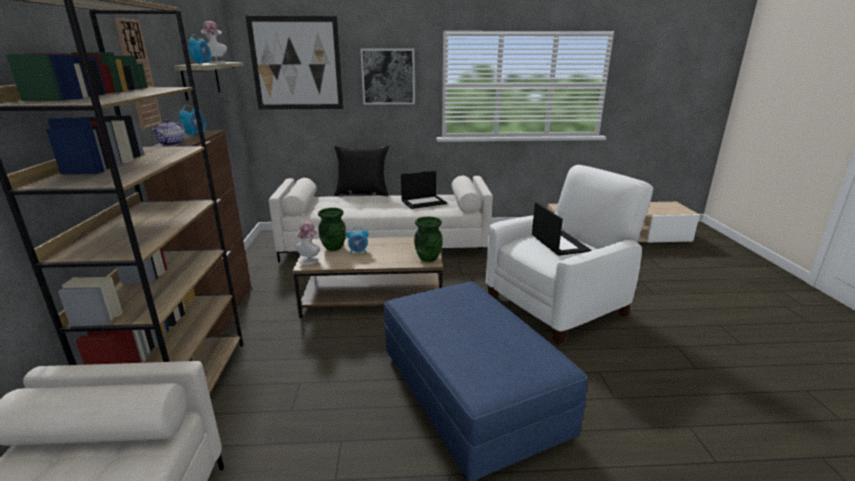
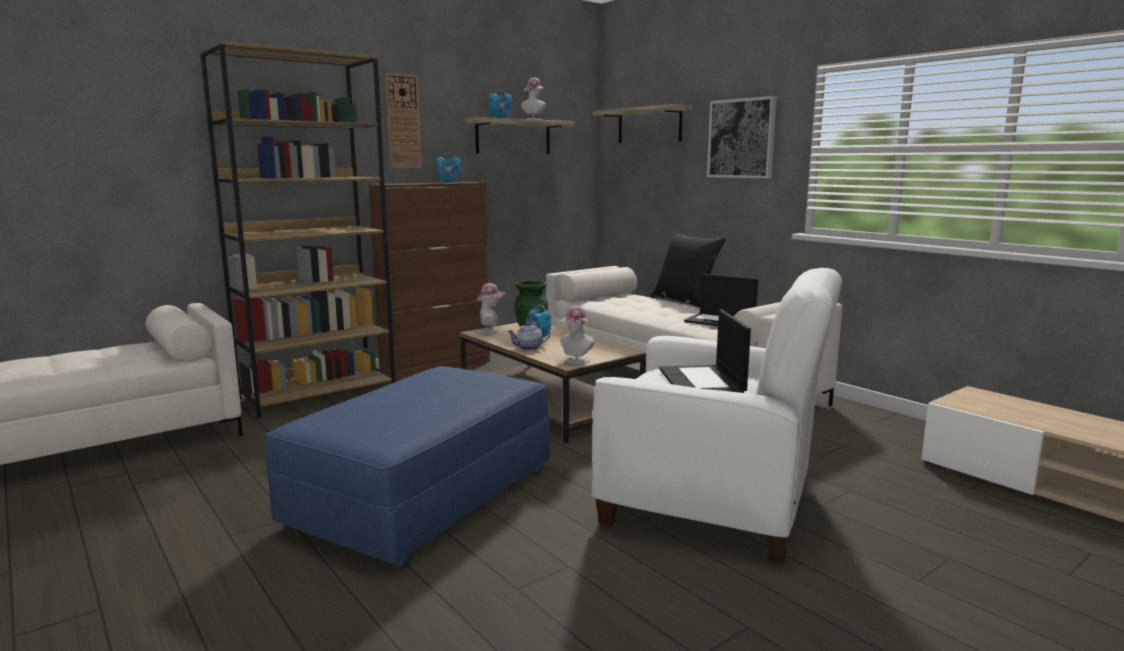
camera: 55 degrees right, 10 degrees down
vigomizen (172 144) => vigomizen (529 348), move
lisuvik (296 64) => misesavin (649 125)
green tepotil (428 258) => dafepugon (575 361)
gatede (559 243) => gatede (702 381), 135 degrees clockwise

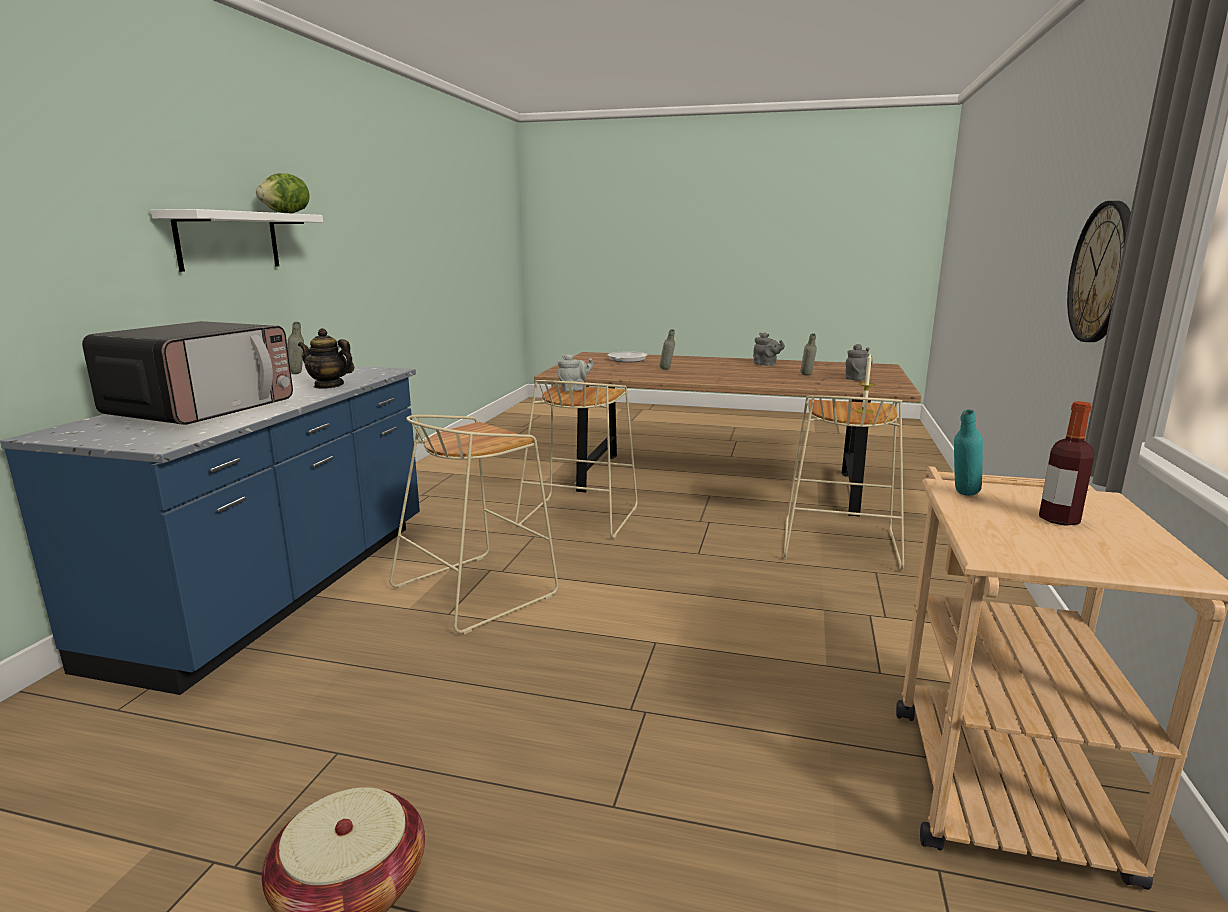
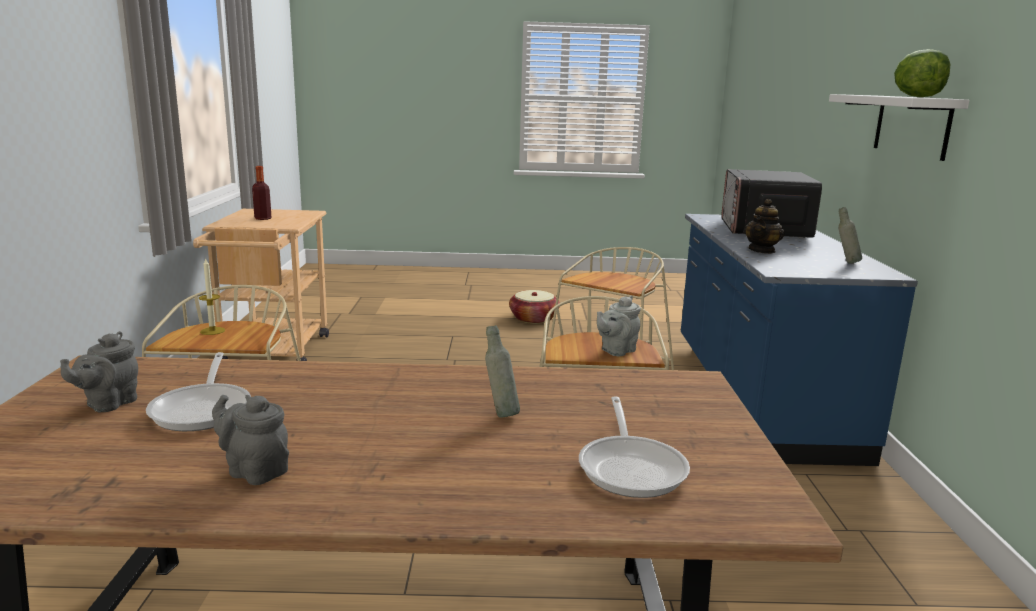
camera: 165 degrees right, 0 degrees up
vigomizen (328 386) => vigomizen (762 250), 120 degrees clockwise
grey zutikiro (807 375) => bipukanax (204 409)
turquoise zutikiro (962 496) => nothing
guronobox (1102 273) => nothing

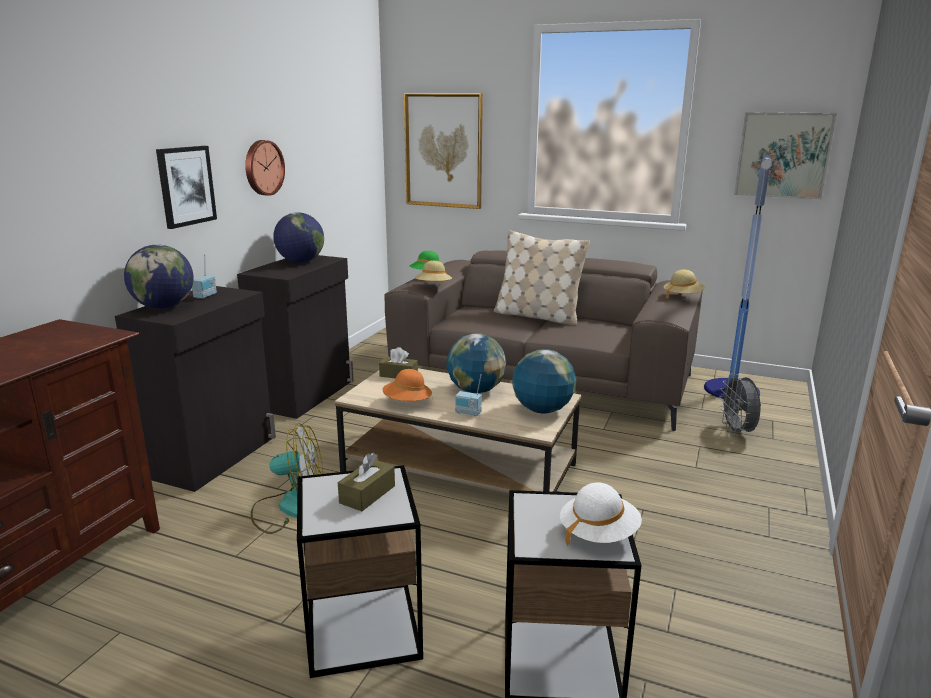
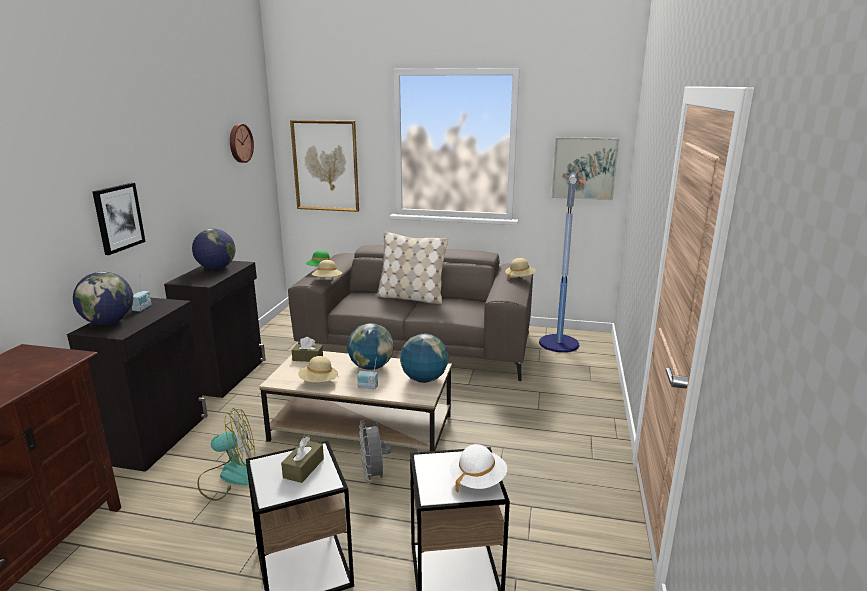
camera: 10 degrees left, 0 degrees up
guronobox (263 167) => guronobox (239 143), move
orange dafepugon (407 402) => beige dafepugon (318 382)
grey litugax (737 432) => grey litugax (374 476), move

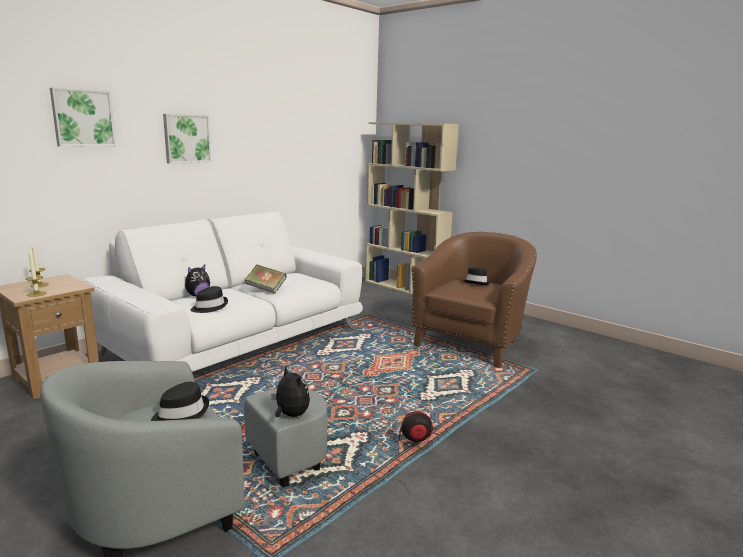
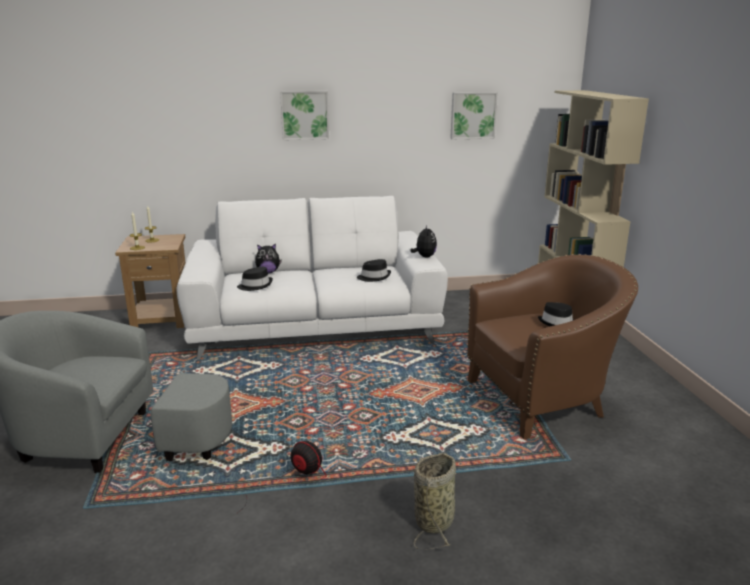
camera: 40 degrees right, 5 degrees up
lisuvik (83 118) => lisuvik (473 115), move
black dafepugon (181 414) => black dafepugon (374 277), move
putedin (266 289) => nothing
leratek (290 415) => leratek (424 256), move
nothing => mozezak (435 520)

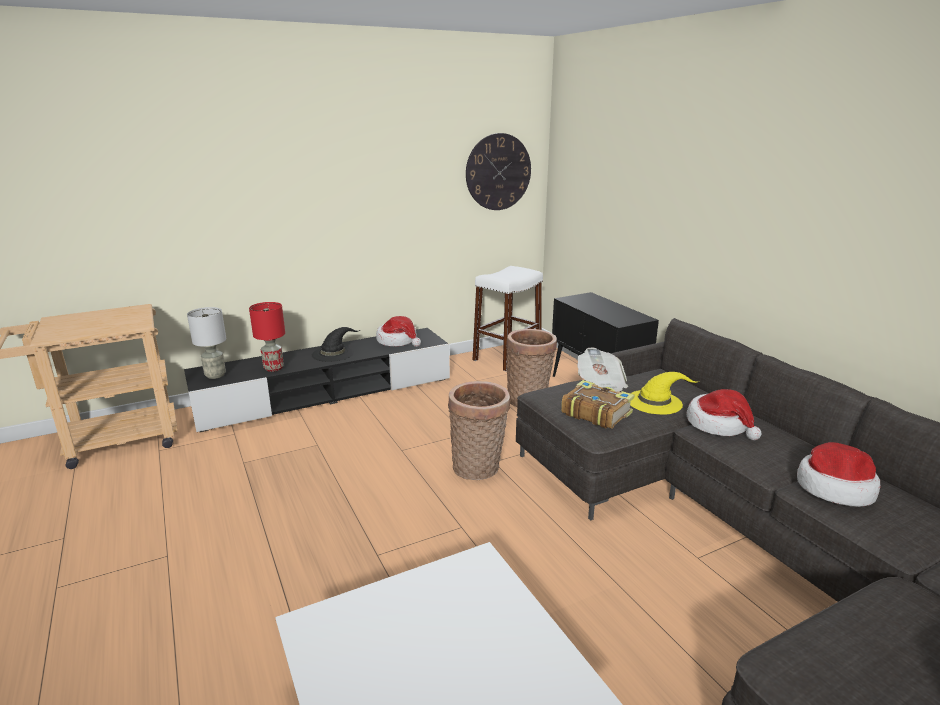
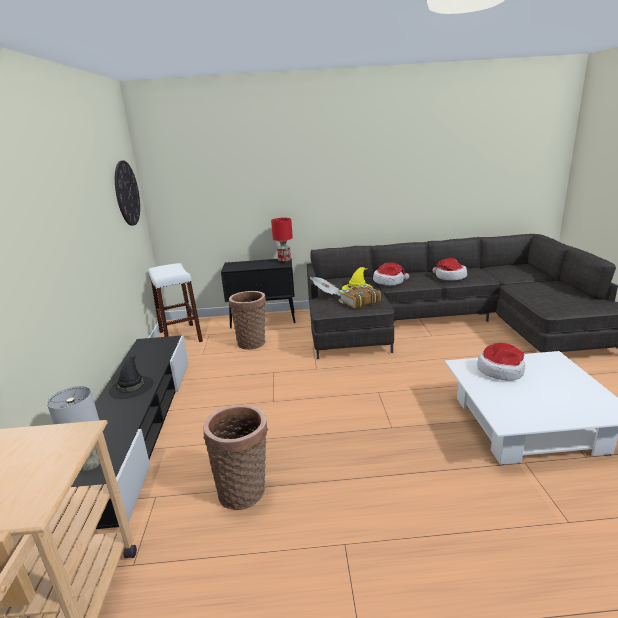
camera: 65 degrees left, 0 degrees up
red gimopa (273 368) => red gimopa (284 261), move
dafepugon (398 341) => dafepugon (501 370), move
mozezak (479 468) => mozezak (244 490), move

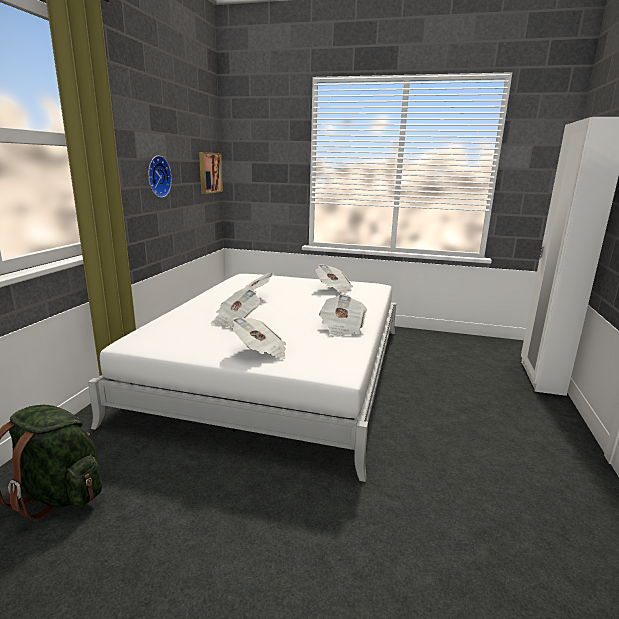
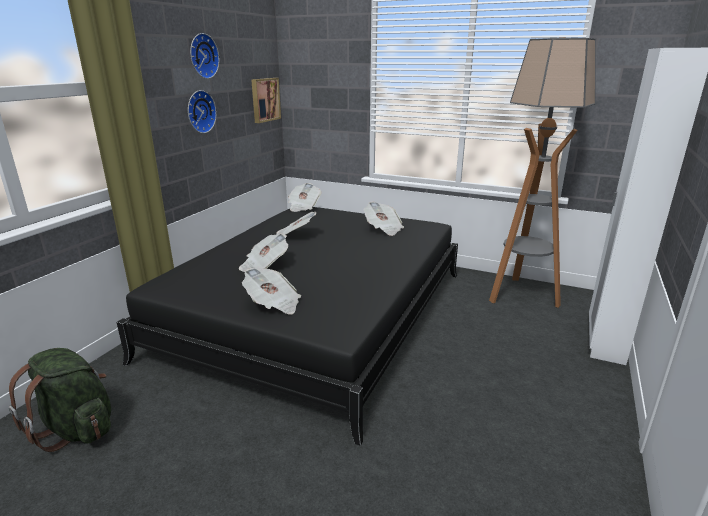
camera: 10 degrees right, 5 degrees up
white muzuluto (278 370) => black muzuluto (317 313)
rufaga (341 328) => rufaga (303 207), move
nothing => guronobox (202 56)
nothing => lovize (521 295)

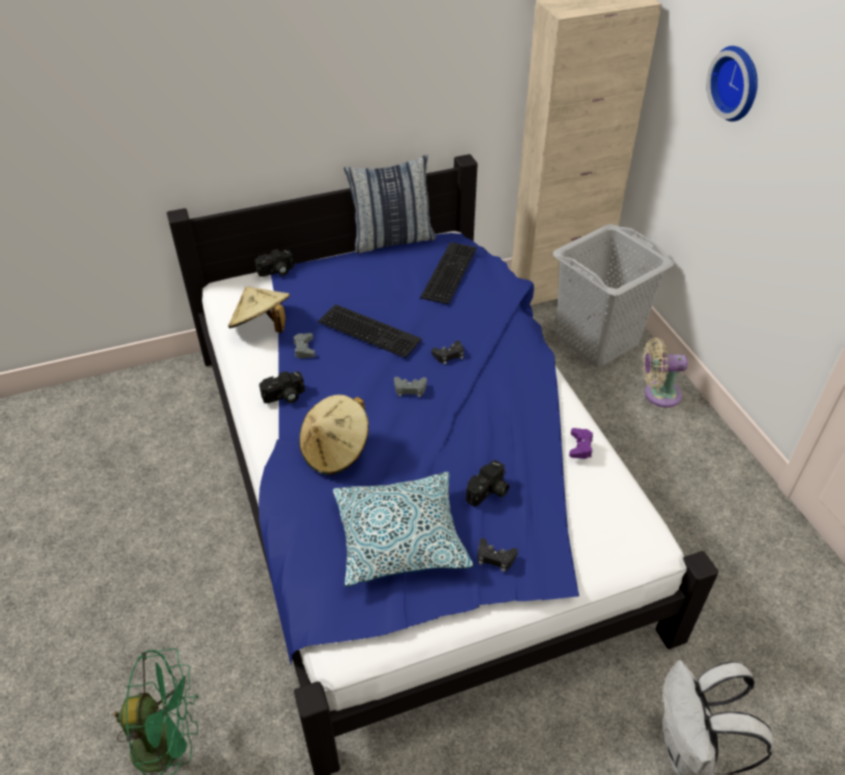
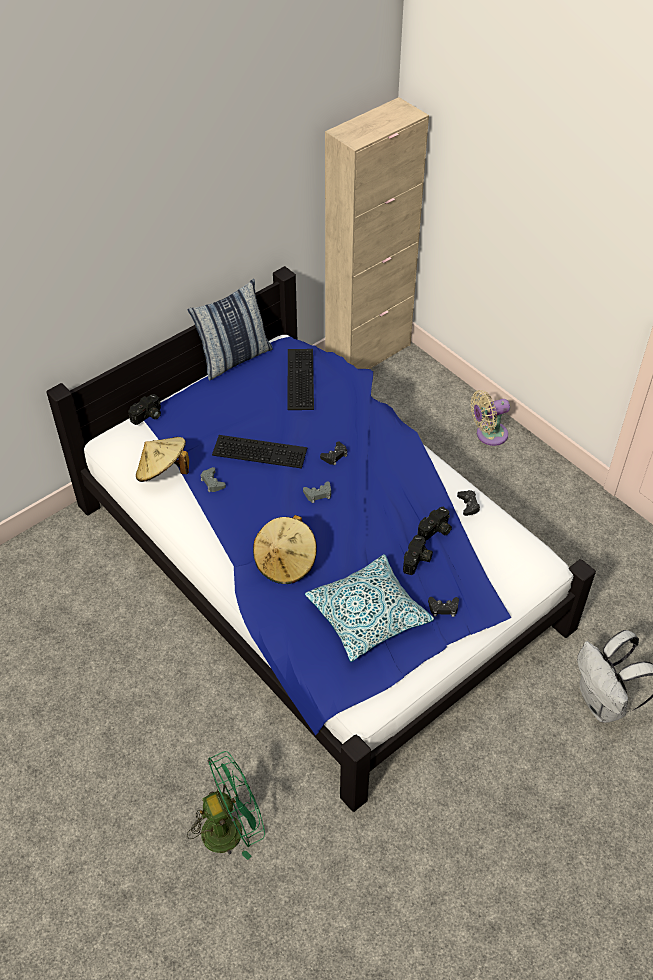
camera: 20 degrees left, 5 degrees up
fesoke (284 397) => fesoke (435 531), move
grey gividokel (597 340) => nothing
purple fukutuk (580 446) => black fukutuk (468 505)
guronobox (737 83) => nothing

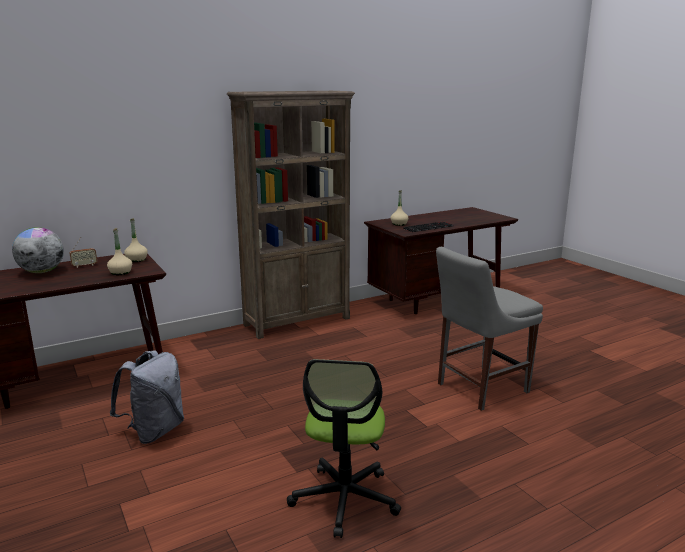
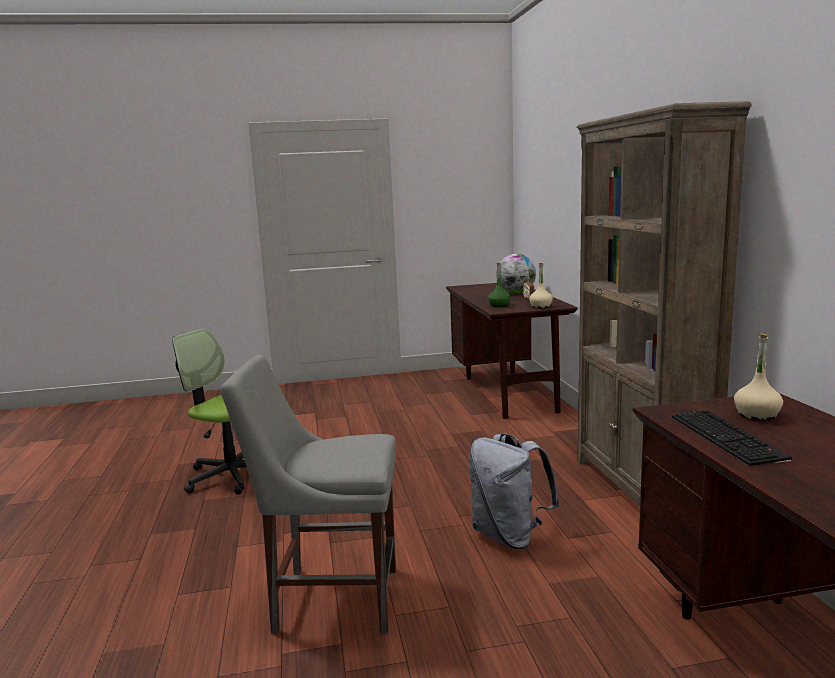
camera: 110 degrees right, 5 degrees down
beige zutikiro (120 272) => green zutikiro (499 305)
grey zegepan (154 431) => grey zegepan (509 536), move
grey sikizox (479 388) => grey sikizox (330 598), 75 degrees counterclockwise

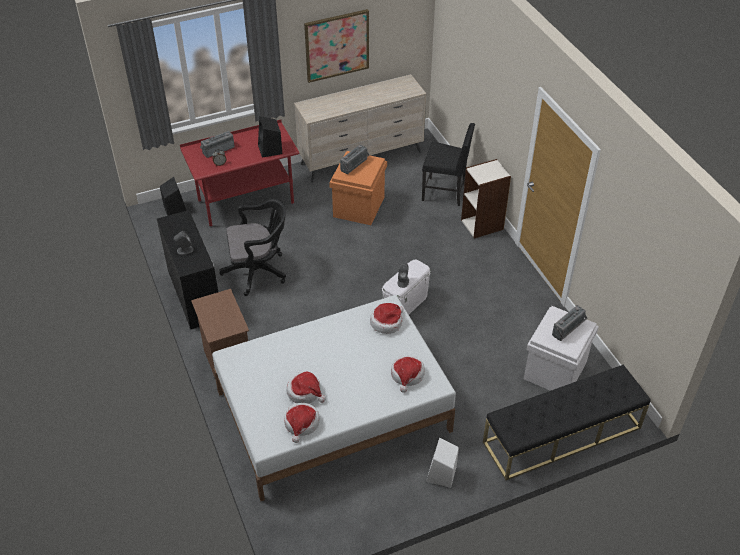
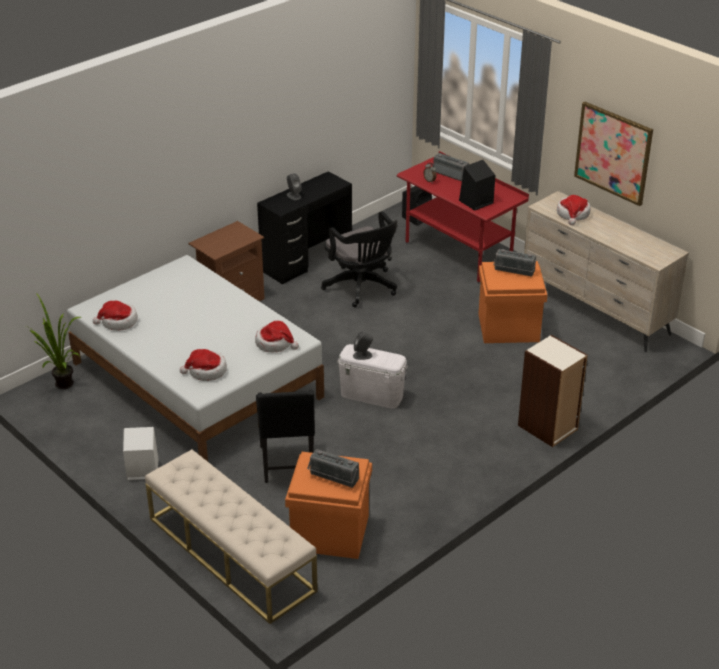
camera: 70 degrees right, 10 degrees down
dafepugon (305 392) => dafepugon (573 214), move
black sikizox (445 192) => black sikizox (288 464), move
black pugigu (562 435) => beige pugigu (230 554)
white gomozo (555 371) => orange gomozo (329 533)
nothing => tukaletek (61 387)

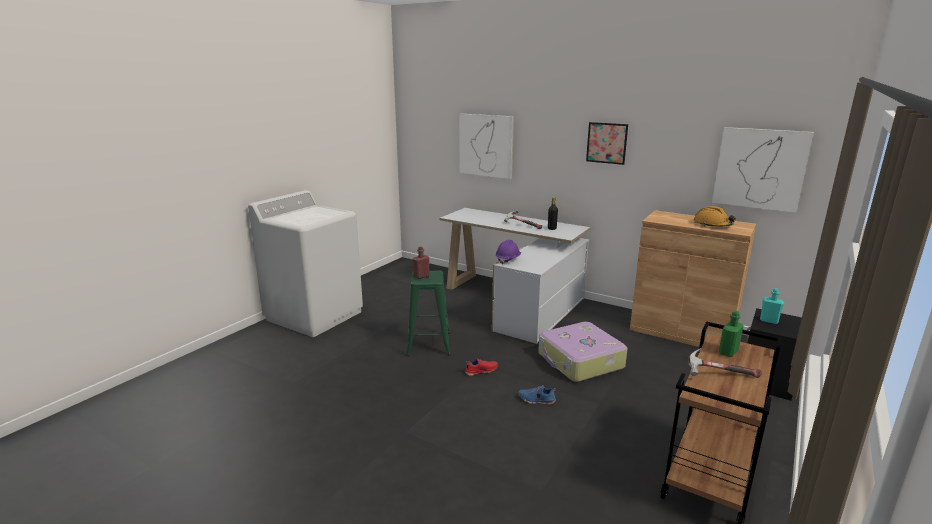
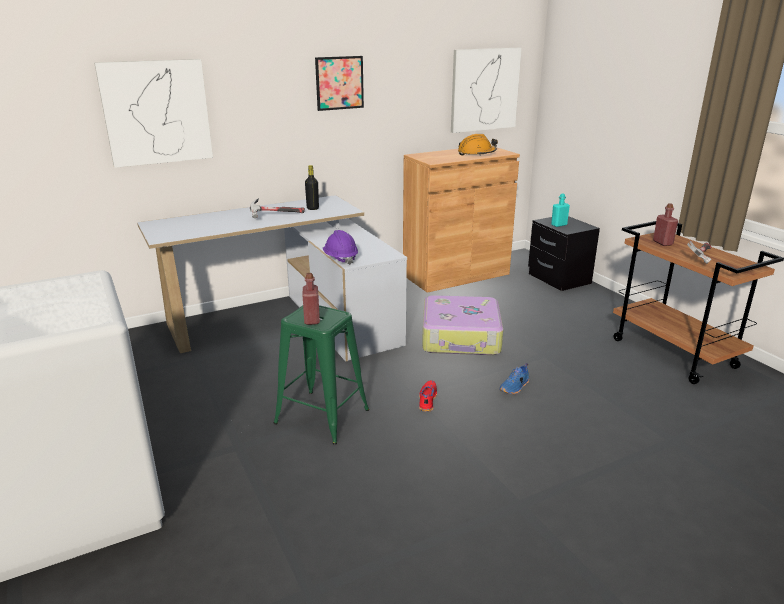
camera: 60 degrees left, 5 degrees up
green zutikiro (728 352) => red zutikiro (662 243)

